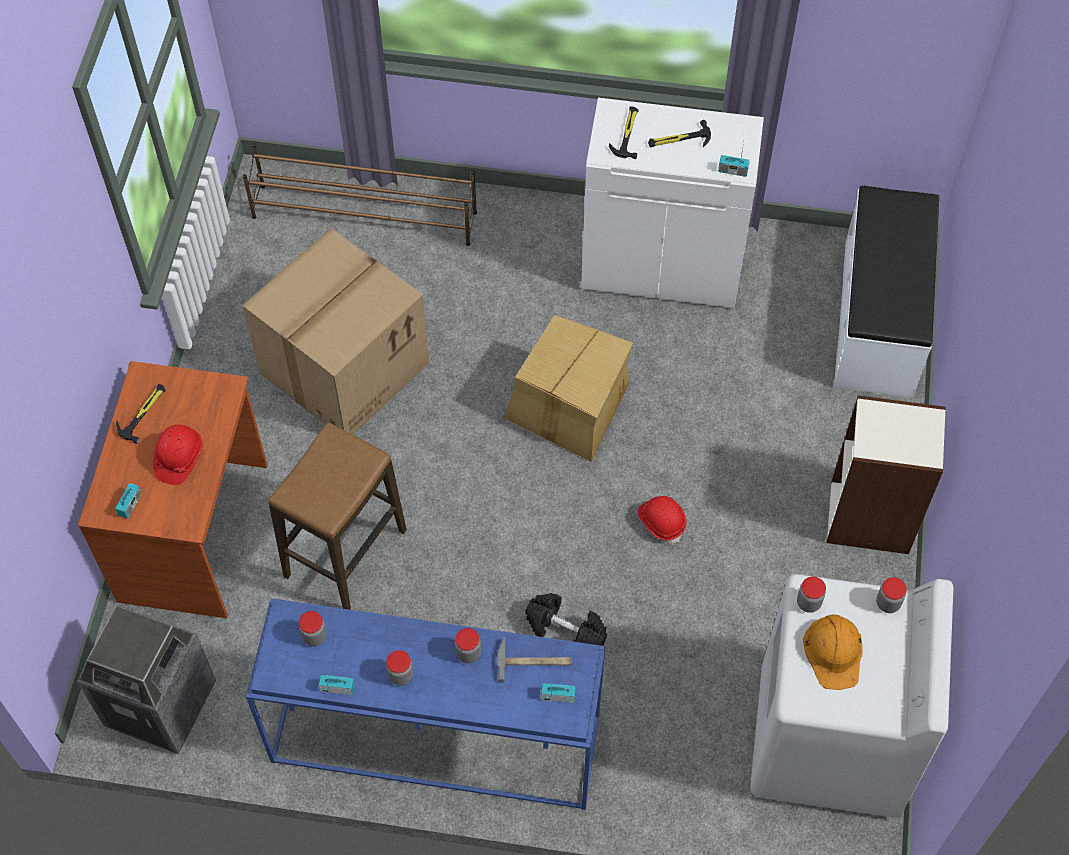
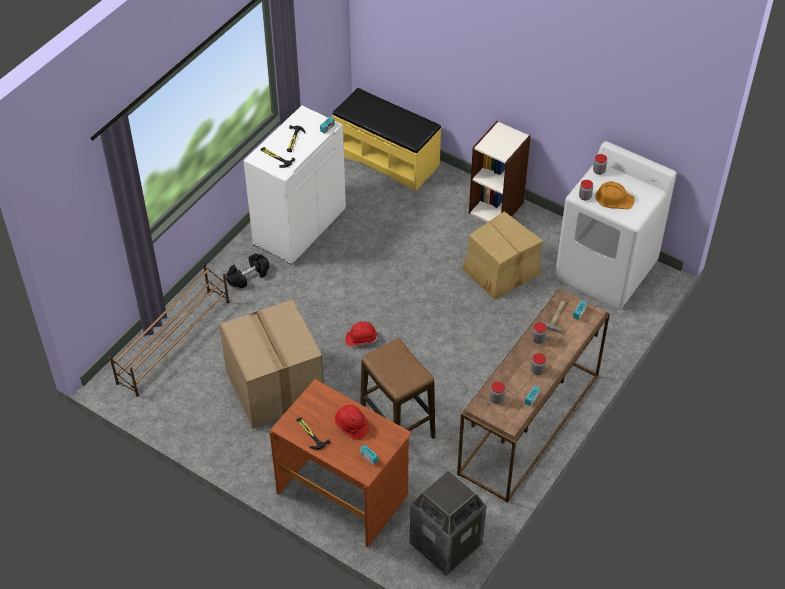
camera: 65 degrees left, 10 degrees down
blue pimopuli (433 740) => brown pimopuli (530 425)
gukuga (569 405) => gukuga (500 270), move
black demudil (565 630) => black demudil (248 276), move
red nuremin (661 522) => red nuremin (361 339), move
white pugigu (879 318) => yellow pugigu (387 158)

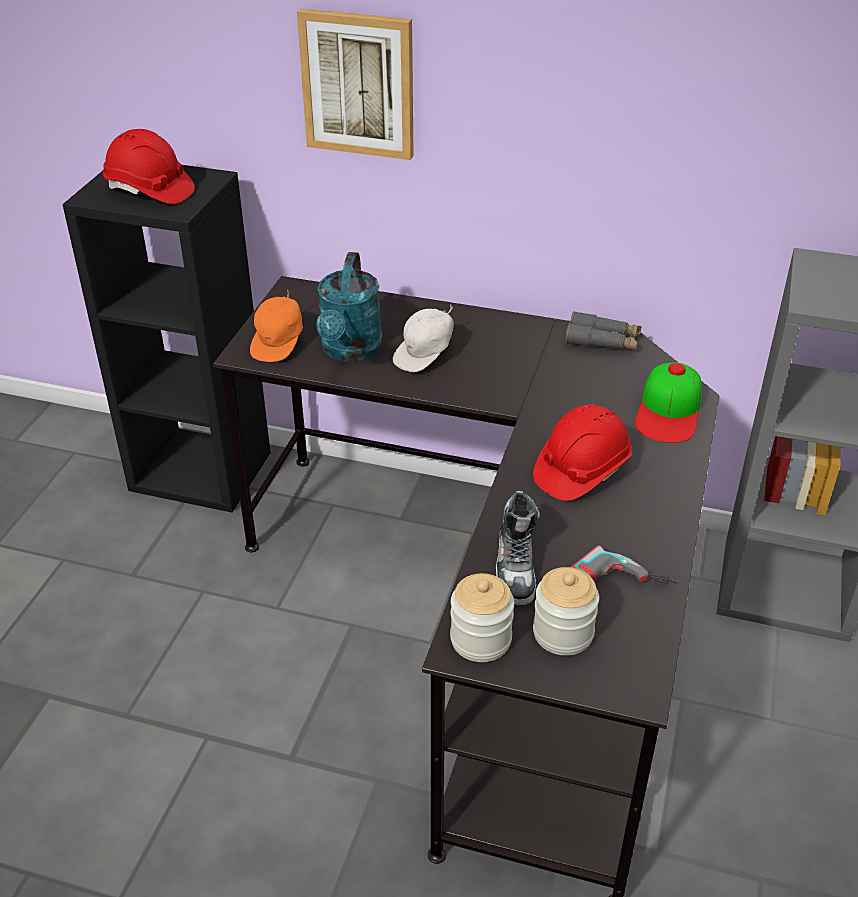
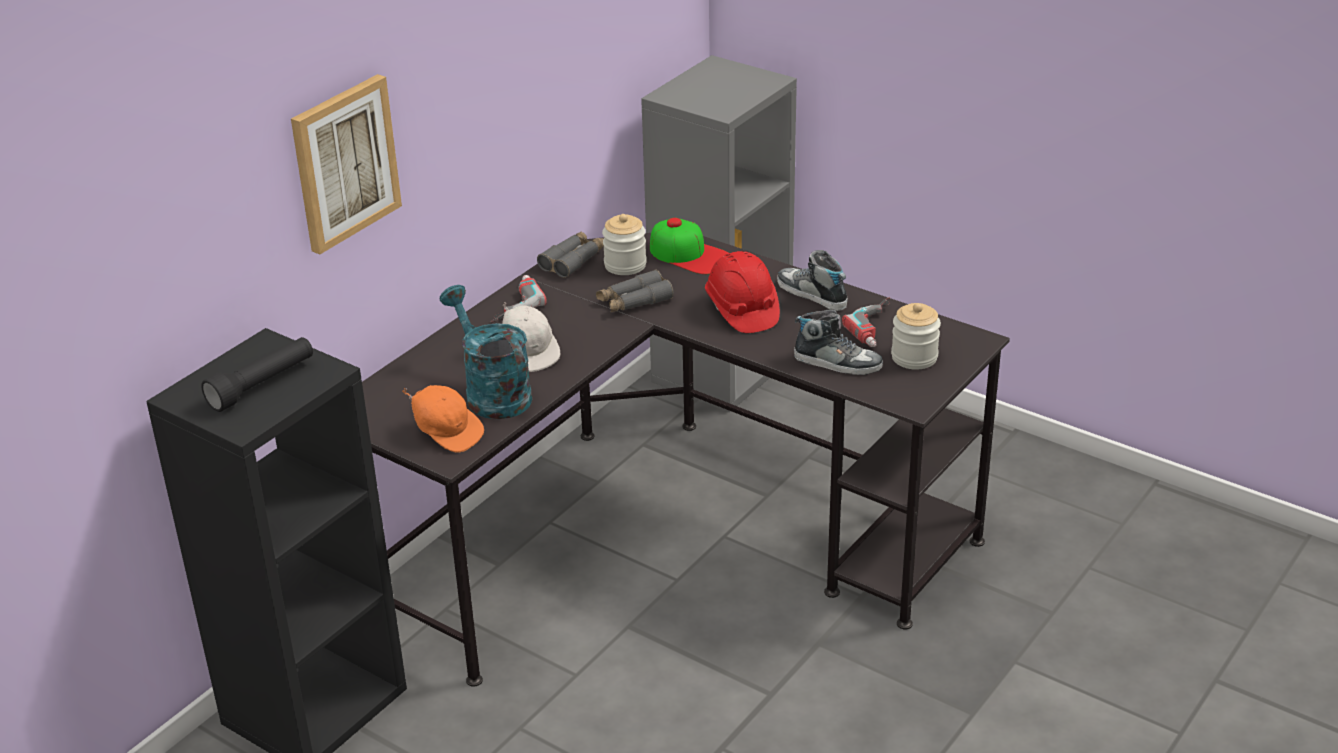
camera: 70 degrees left, 5 degrees down
red nuremin (149 190) => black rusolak (262 385)
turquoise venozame (350 351) => turquoise venozame (491 393), 150 degrees counterclockwise
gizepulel (480 640) => gizepulel (625 265), move
nothing => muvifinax (511 304)
nothing => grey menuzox (634 301)
nothing => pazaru (812 294)

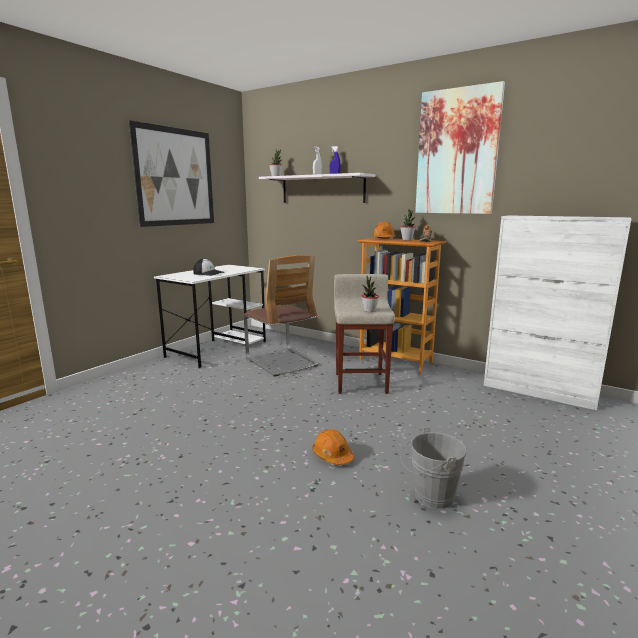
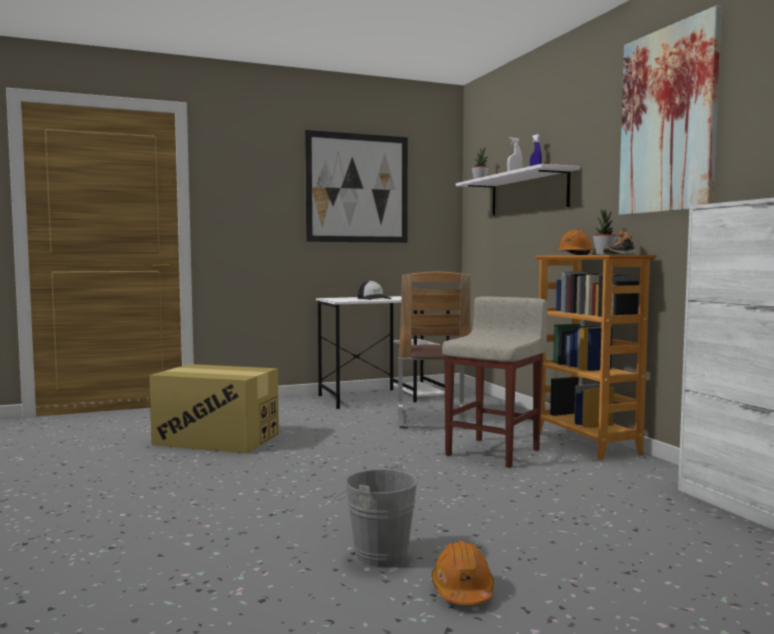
camera: 35 degrees right, 10 degrees down
orange nuremin (332 456) => orange nuremin (462 590), move
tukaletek (369 311) => nothing
nothing => gukuga (216 439)

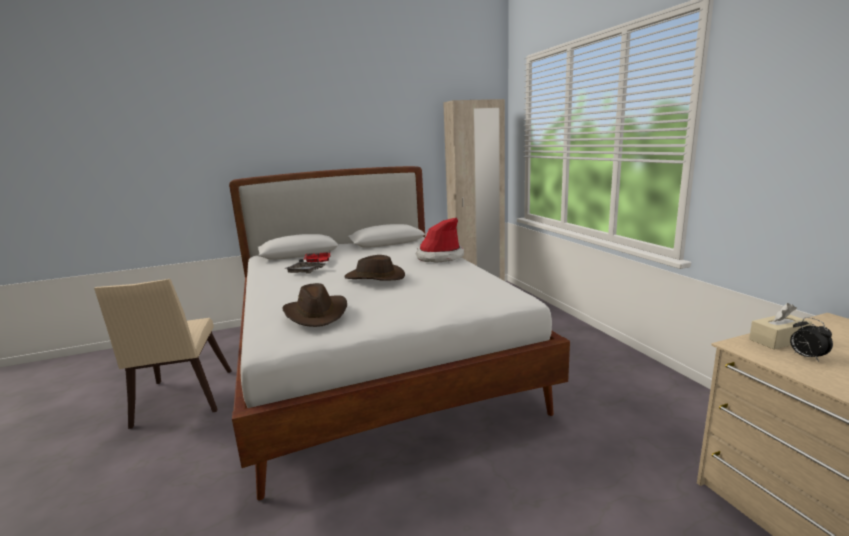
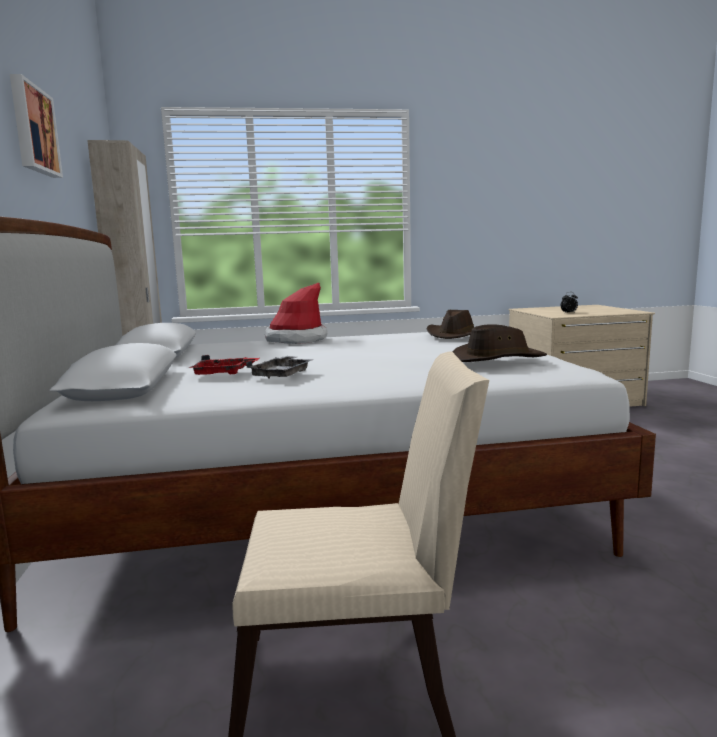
camera: 80 degrees left, 5 degrees down
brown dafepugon (375 277) => brown dafepugon (456 335), move
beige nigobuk (778 340) => nothing
nothing => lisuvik (33 130)

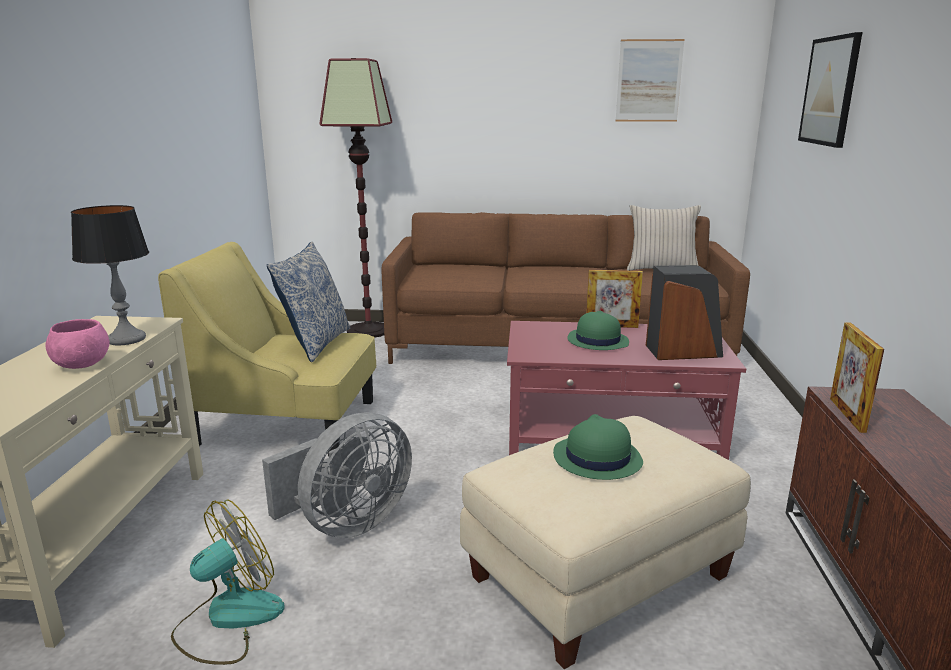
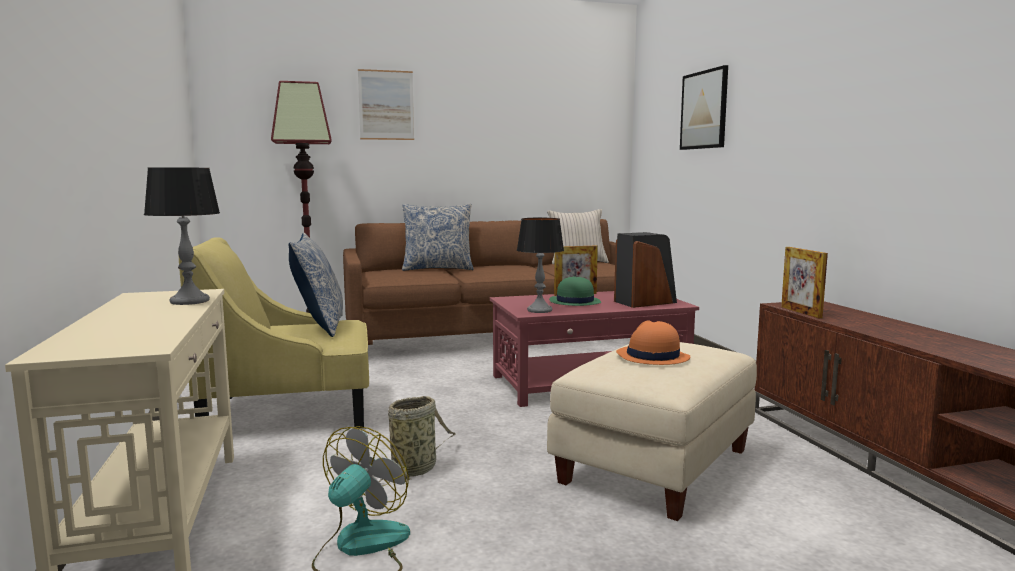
camera: 20 degrees left, 10 degrees down
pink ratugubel (81 365) => nothing
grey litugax (347 524) => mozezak (416 469)
green dafepugon (596 458) => orange dafepugon (652 356)
lisuvik (649 81) => lisuvik (386 105), move
nothing => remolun (437 269)
nothing => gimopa (539 310)

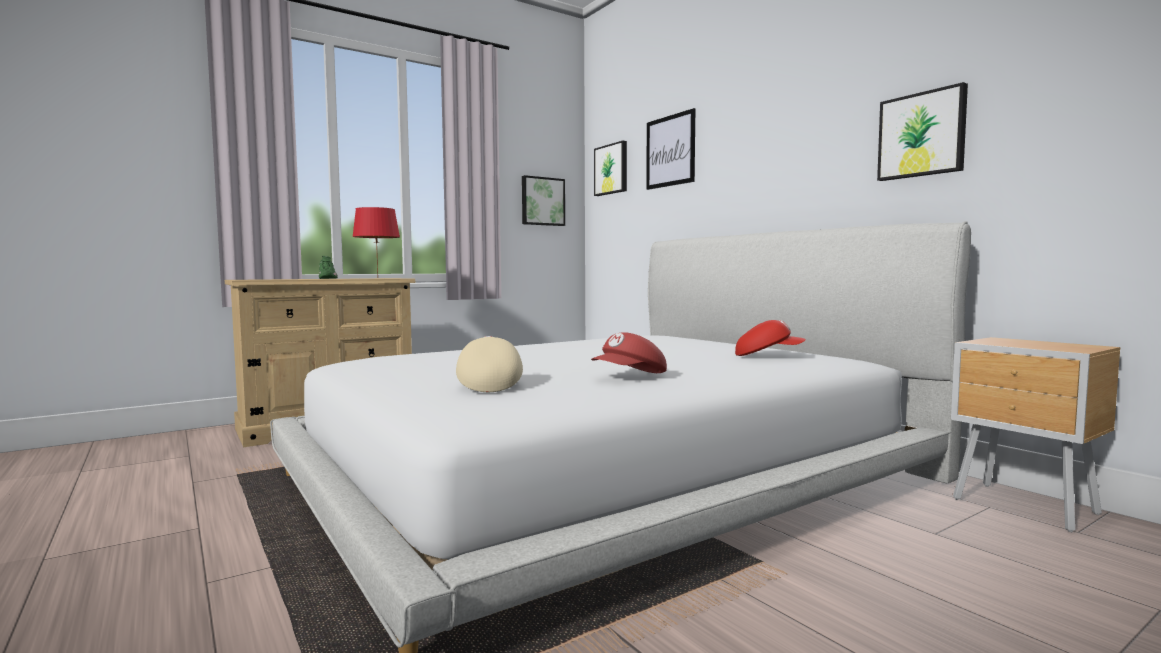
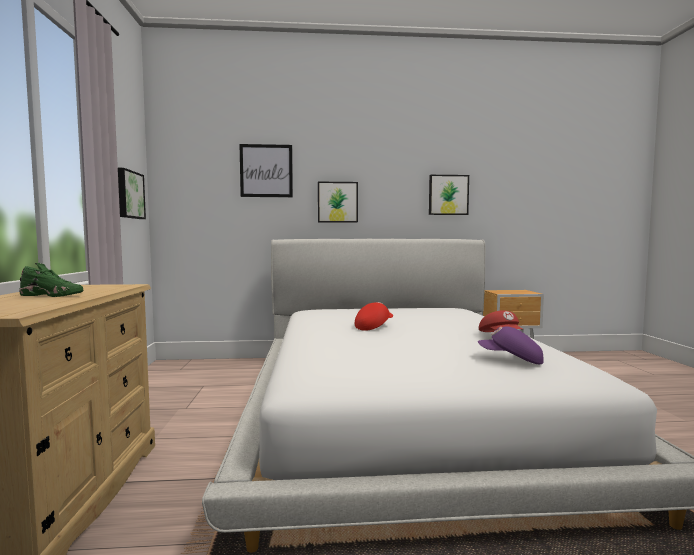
camera: 60 degrees left, 0 degrees up
red gimopa (377 278) => nothing
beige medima (488 385) => purple medima (511 360)
lisuvik (611 169) => lisuvik (337 202), move
red medima (767 355) => red medima (373 327), move

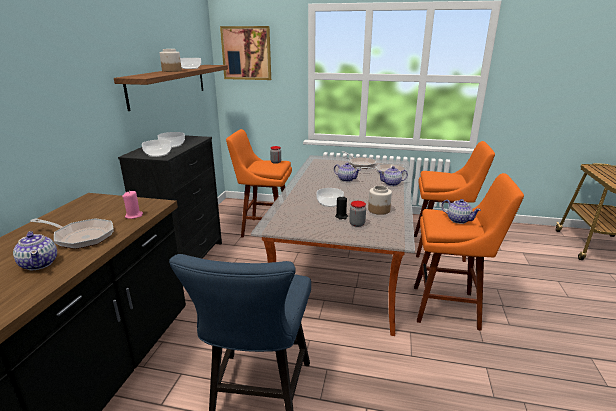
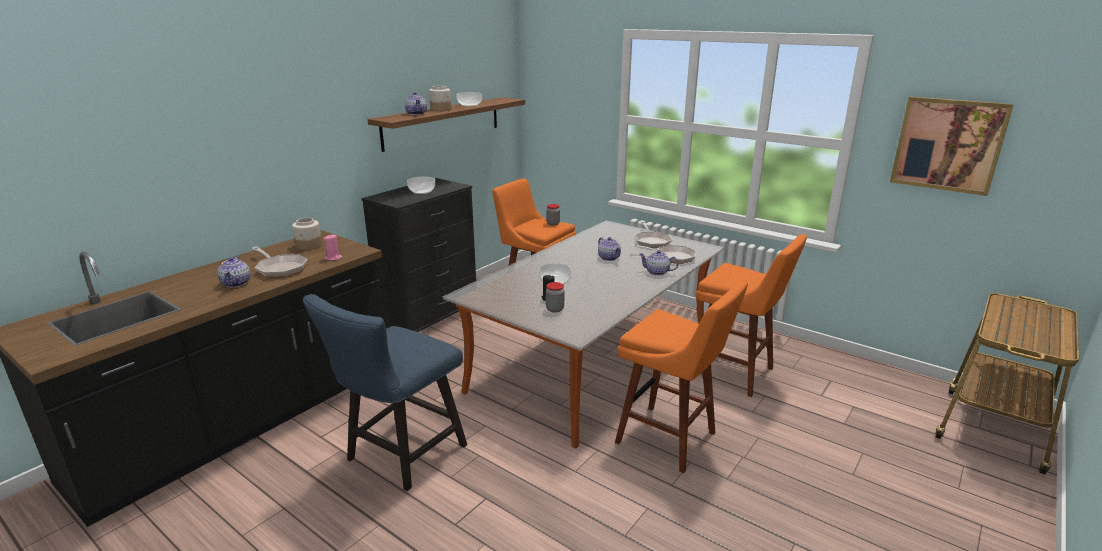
camera: 25 degrees right, 0 degrees up
ratugubel (157 154) => nothing
lisuvik (246 53) => lisuvik (948 145), move
gizepulel (379 210) => gizepulel (309 246), move
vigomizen (458 220) => vigomizen (416 113), move

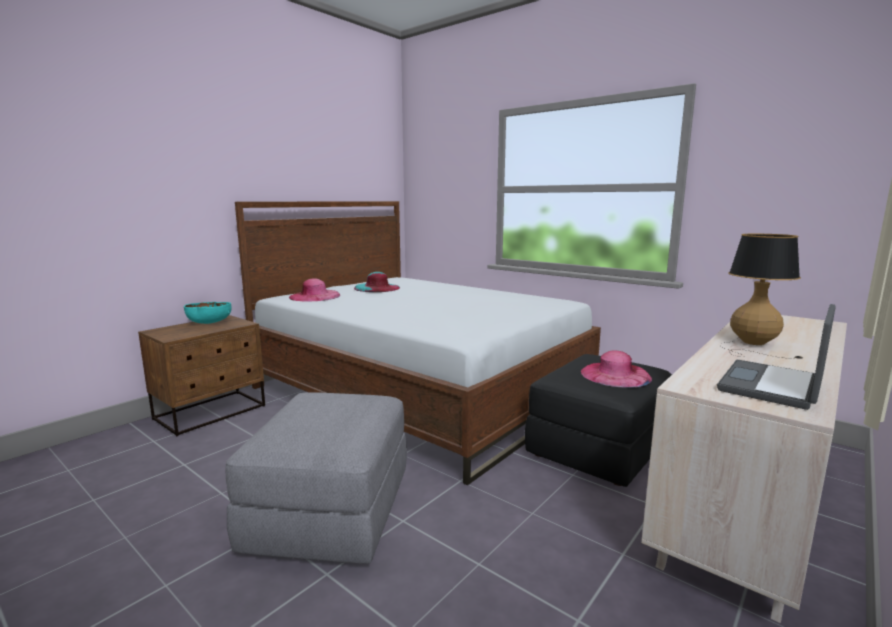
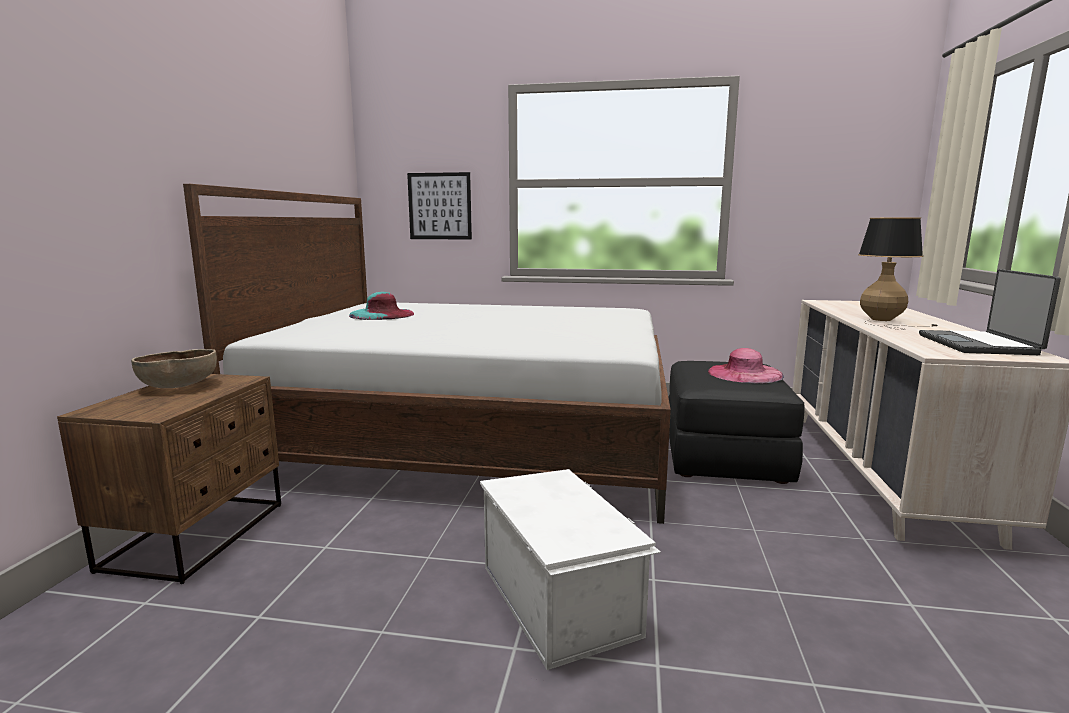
camera: 30 degrees left, 0 degrees up
turquoise ratugubel (209 323) => brown ratugubel (179 387)
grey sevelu (330 510) => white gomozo (560 598)
pink dafepugon (314 296) => nothing
nothing => lisuvik (439 206)

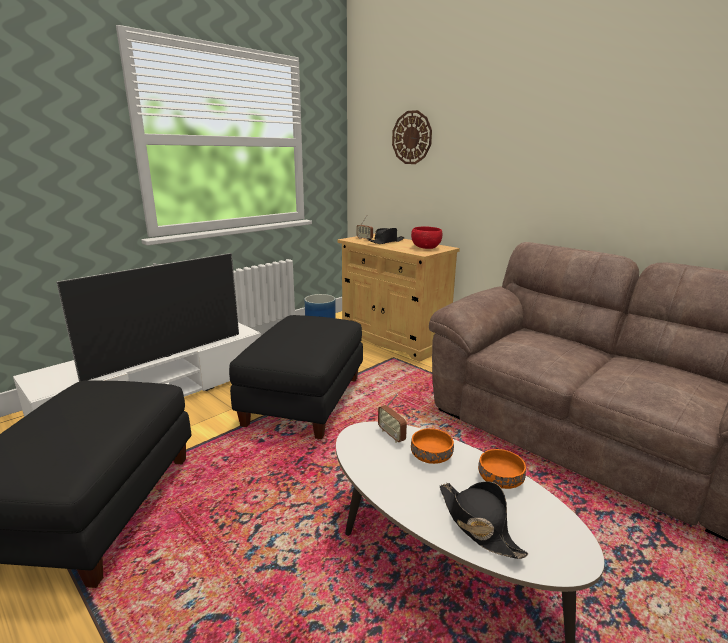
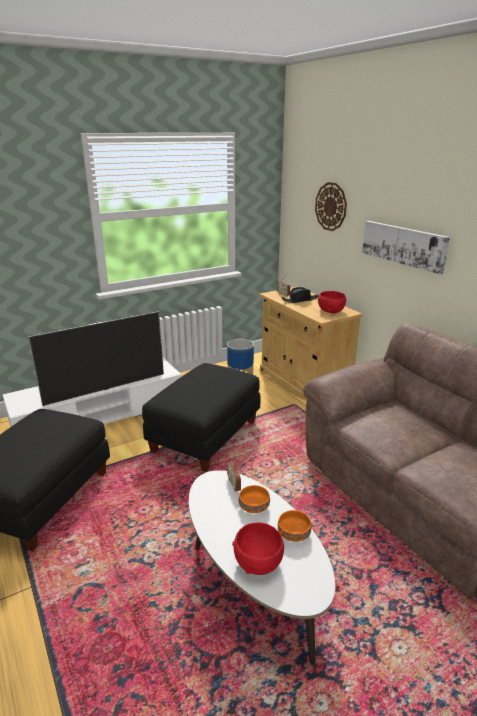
camera: 15 degrees right, 5 degrees up
black dafepugon (477 524) => red ratugubel (258 562)
nothing => lisuvik (403 245)

